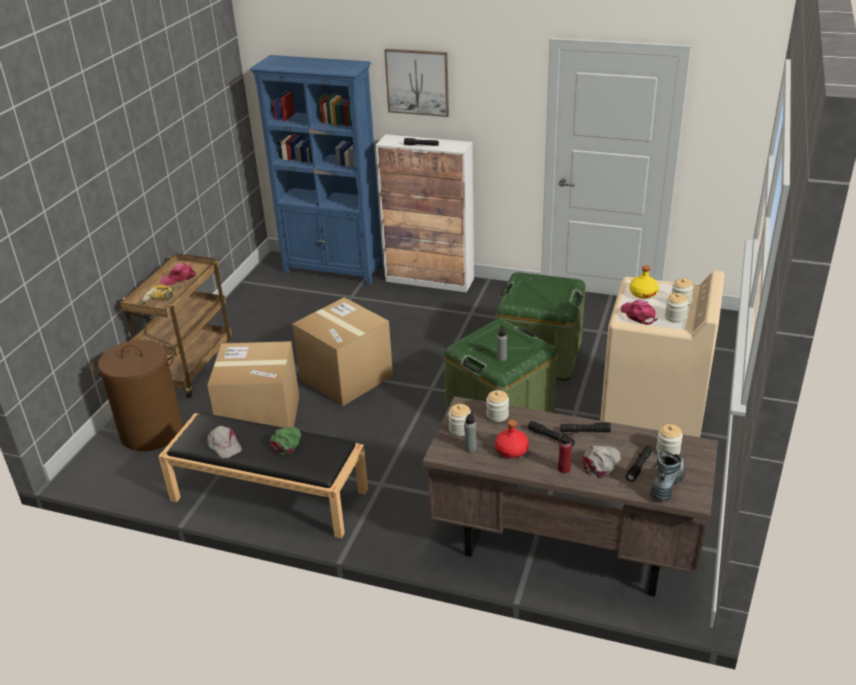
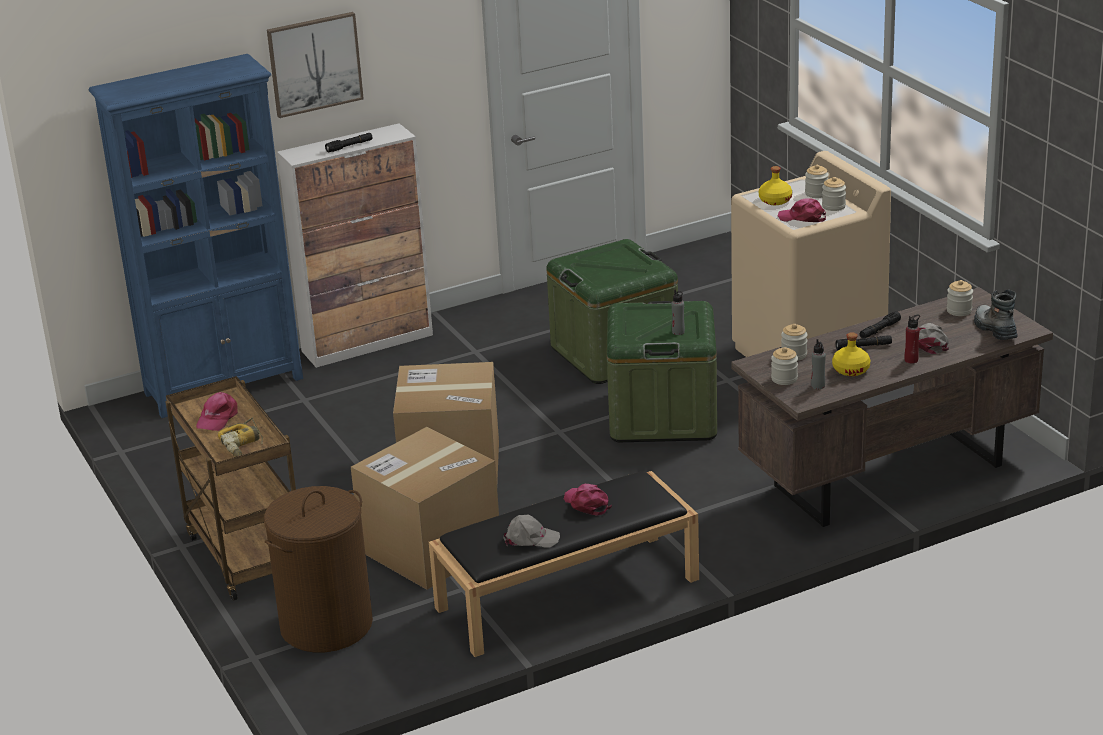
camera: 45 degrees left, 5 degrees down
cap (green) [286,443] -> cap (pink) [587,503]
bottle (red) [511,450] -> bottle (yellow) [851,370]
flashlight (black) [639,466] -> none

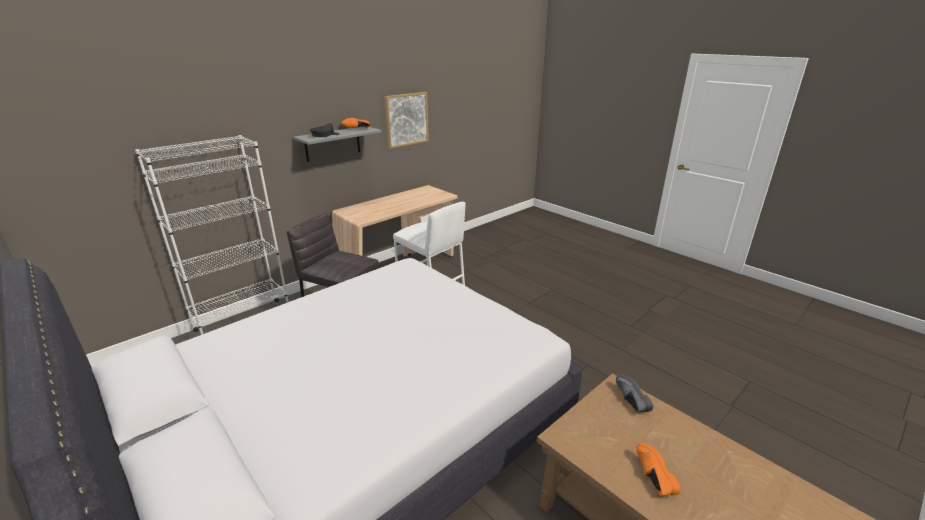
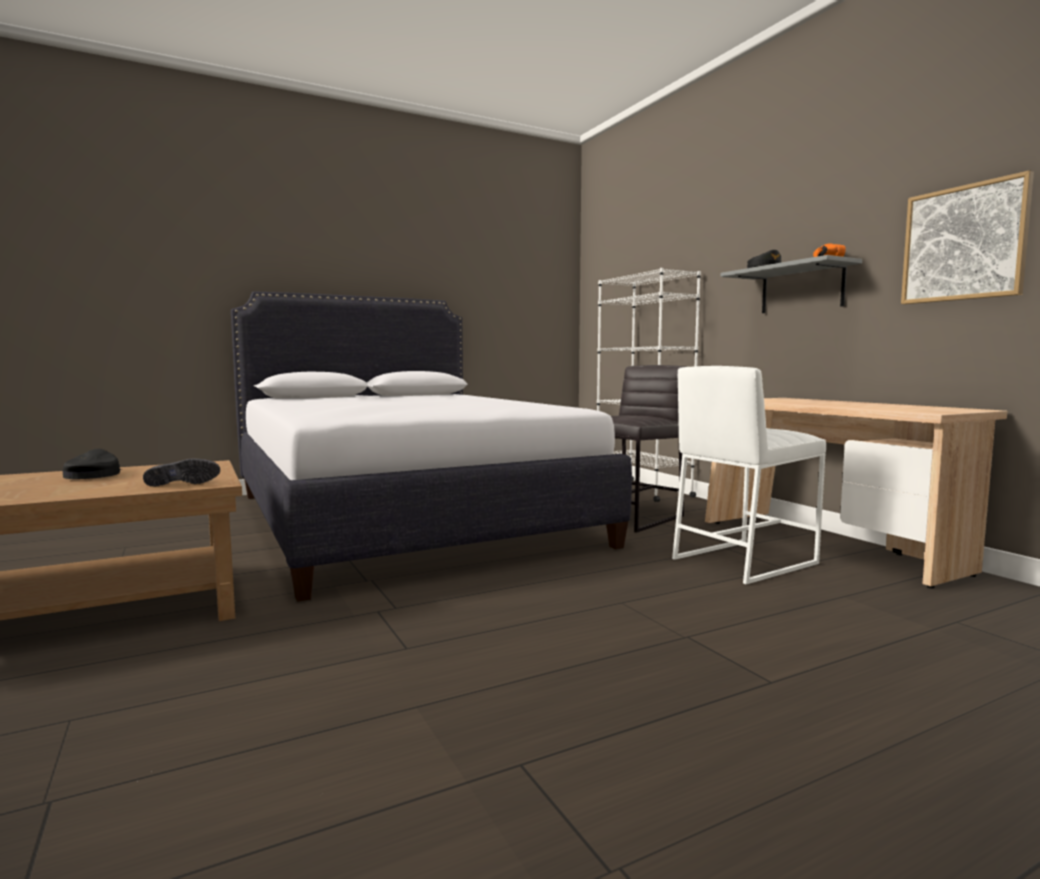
camera: 105 degrees right, 20 degrees down
shoe (orange) [651,477] -> cap (black) [93,475]

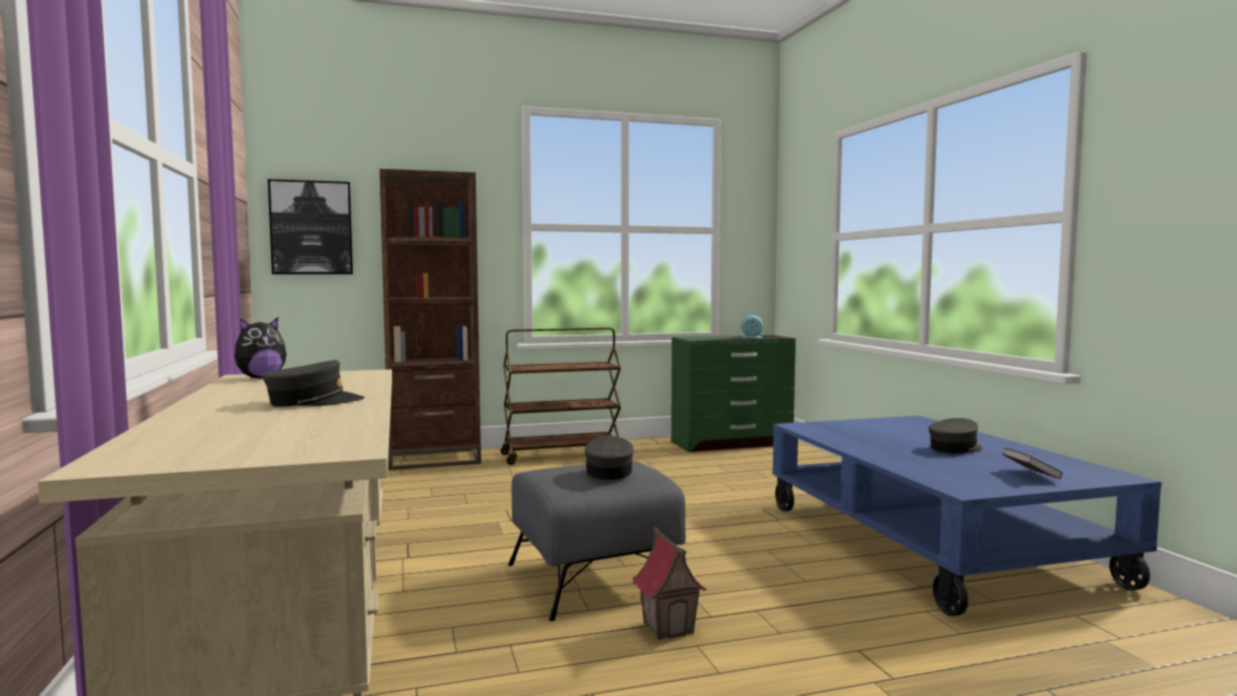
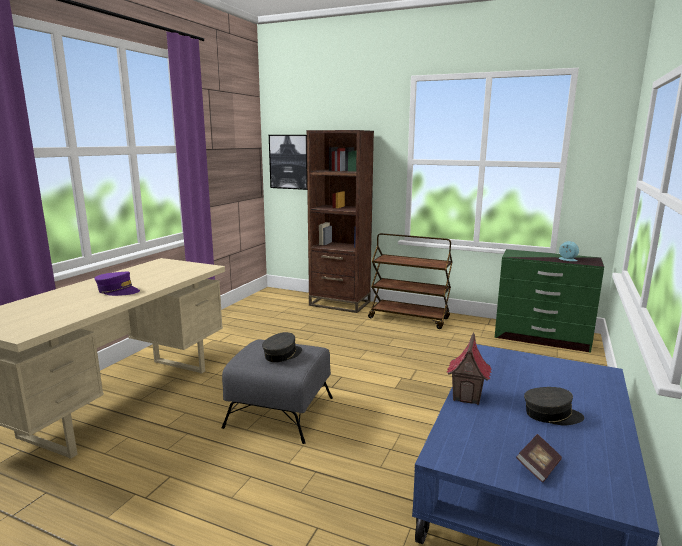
camera: 40 degrees right, 10 degrees up
plush toy [260,378] -> none
cap (grey) [313,402] -> cap (purple) [118,291]
toy house [669,628] -> toy house [467,396], relocated

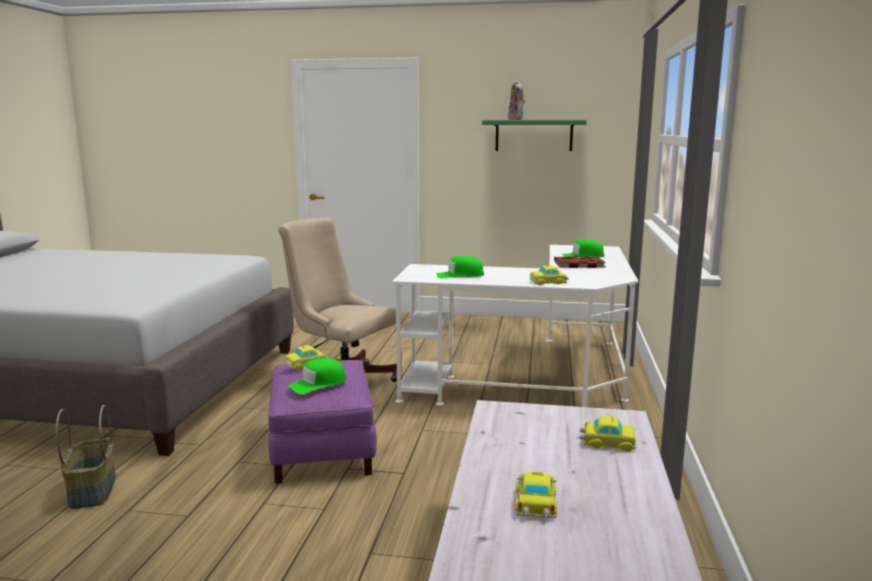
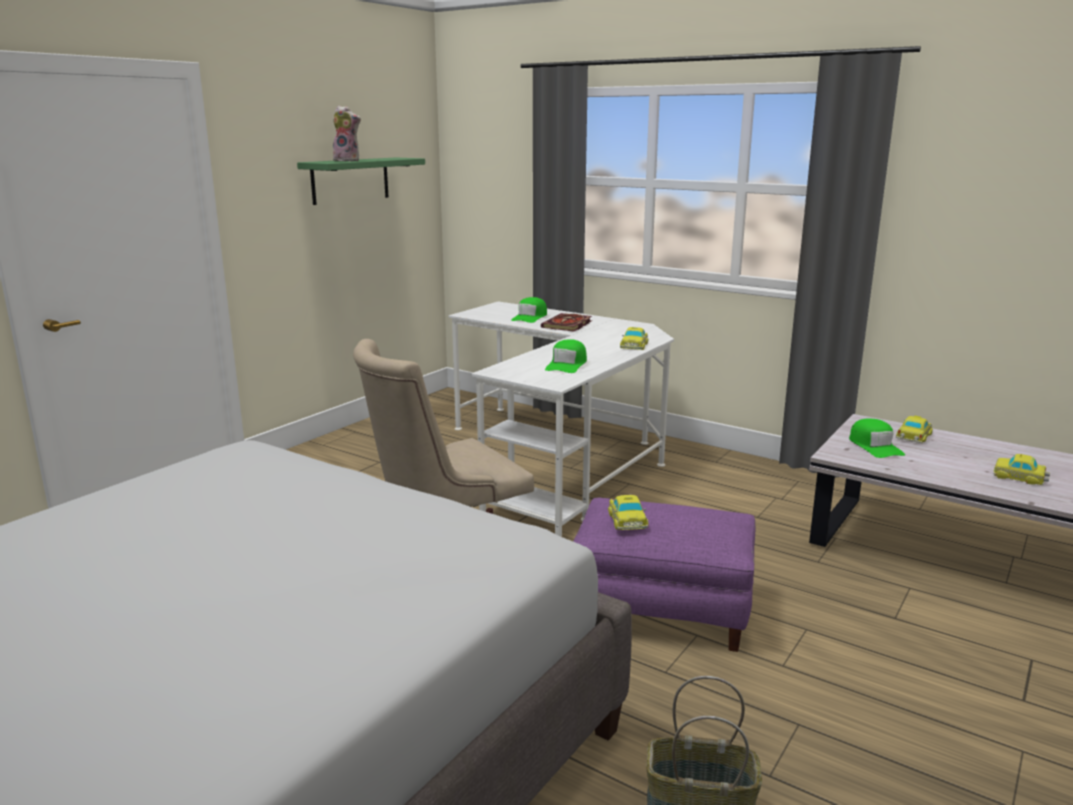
camera: 65 degrees left, 5 degrees up
cap (green) [318,384] -> cap (green) [874,446], relocated

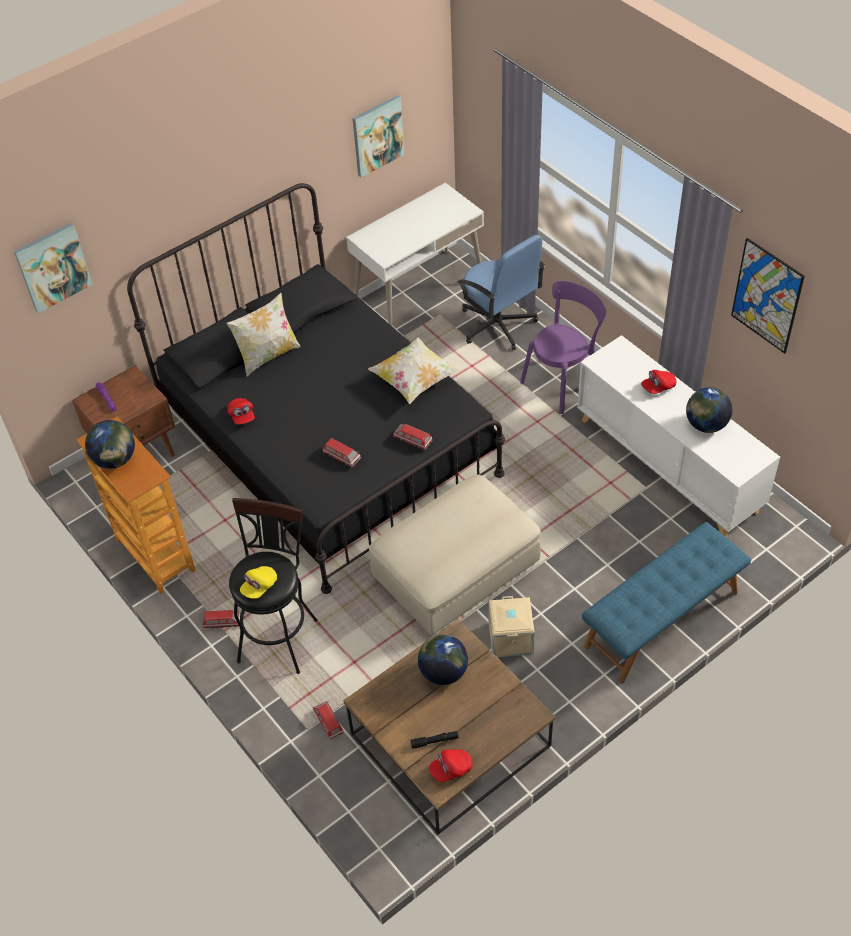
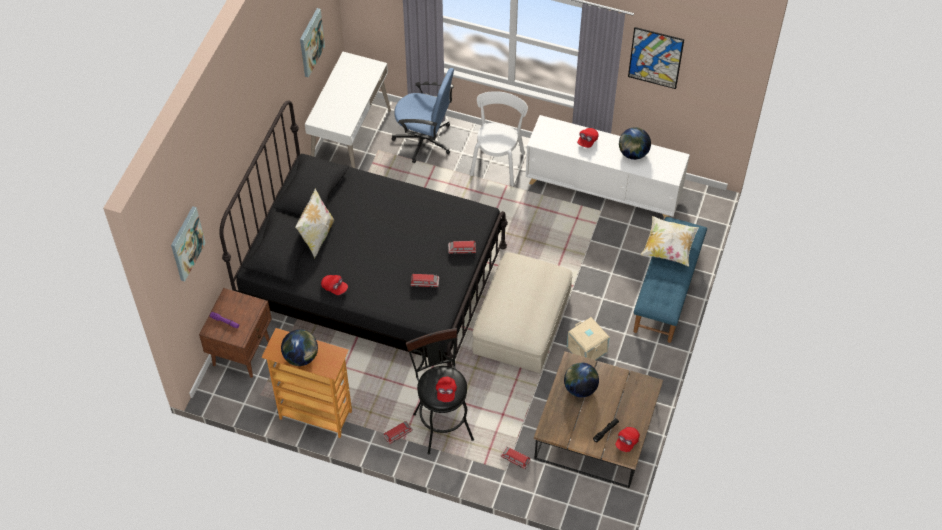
camera: 35 degrees left, 5 degrees up
cap (yellow) [259,587] -> cap (red) [446,392]
pillow [414,381] -> pillow [668,248], relocated
chair (purple) [563,381] -> chair (white) [498,161]

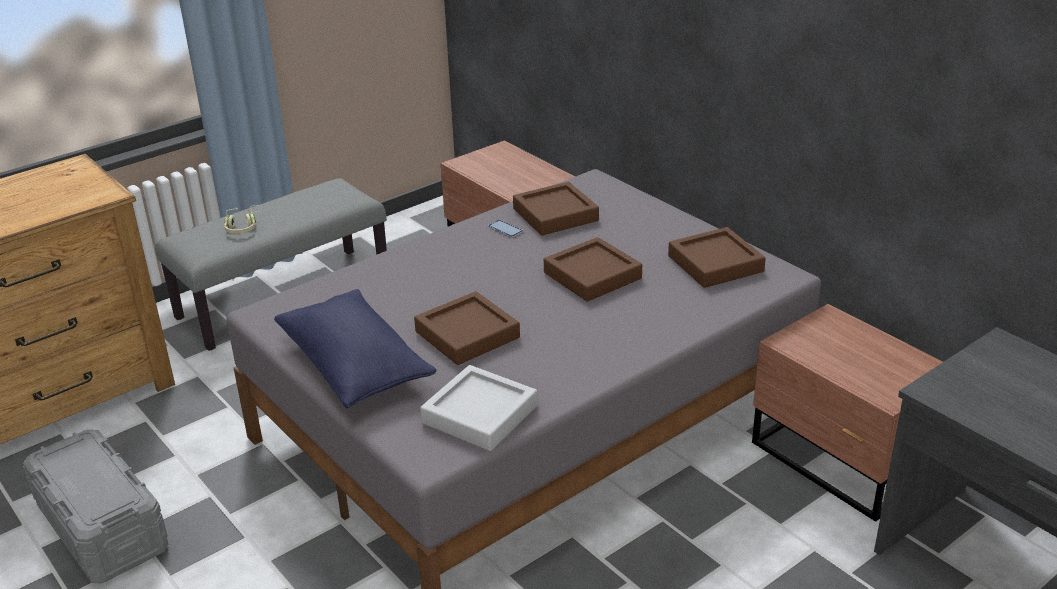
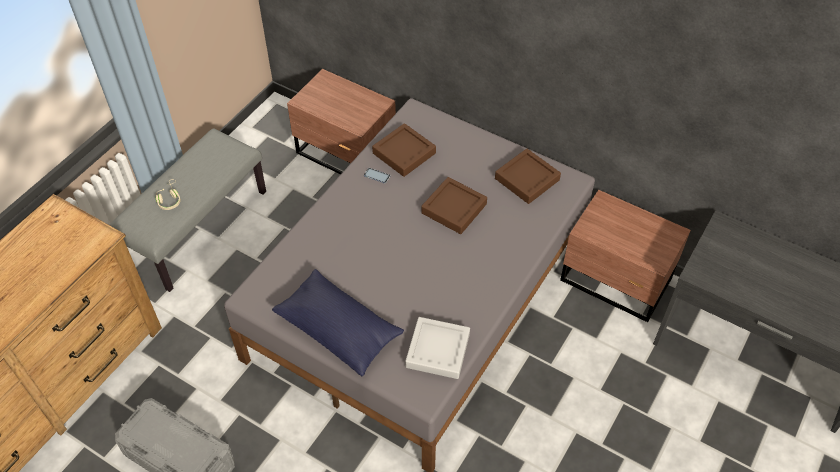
camera: 20 degrees left, 20 degrees up
tray (brown) [467,334] -> none

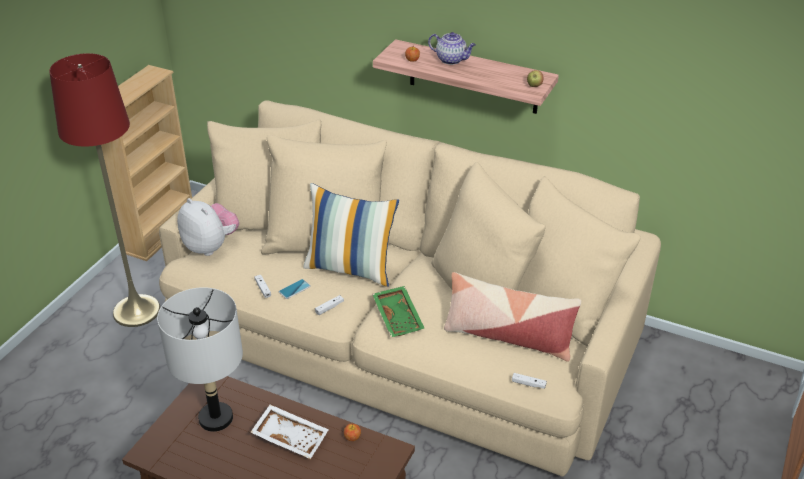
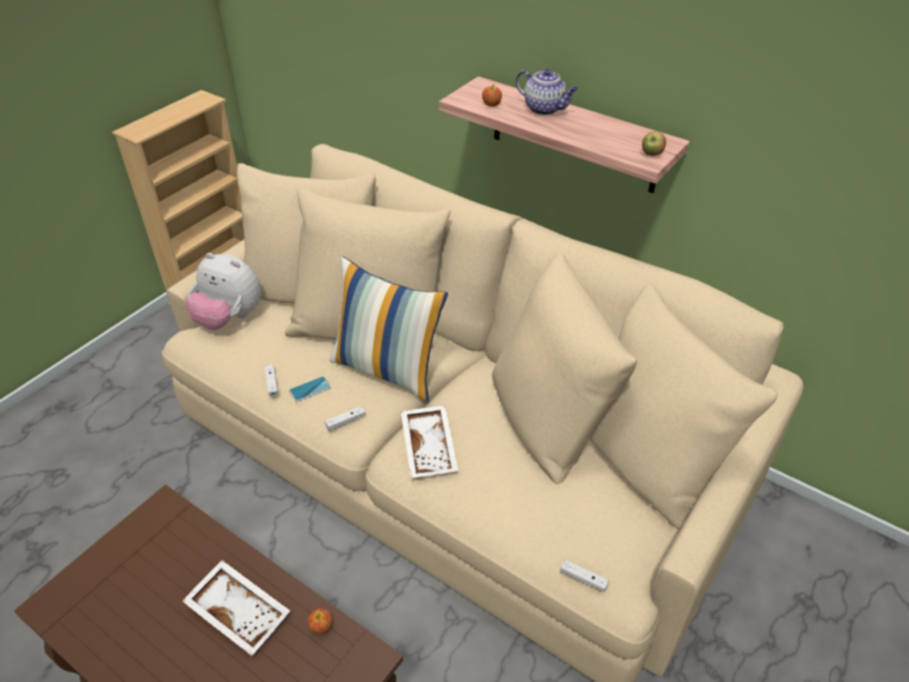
camera: 10 degrees right, 5 degrees up
floor lamp (red) [136,311] -> none
table lamp (grey) [216,418] -> none
plush toy [211,246] -> plush toy [229,318], 150 degrees clockwise
tray (green) [399,317] -> tray (white) [430,447]
pillow [508,336] -> none

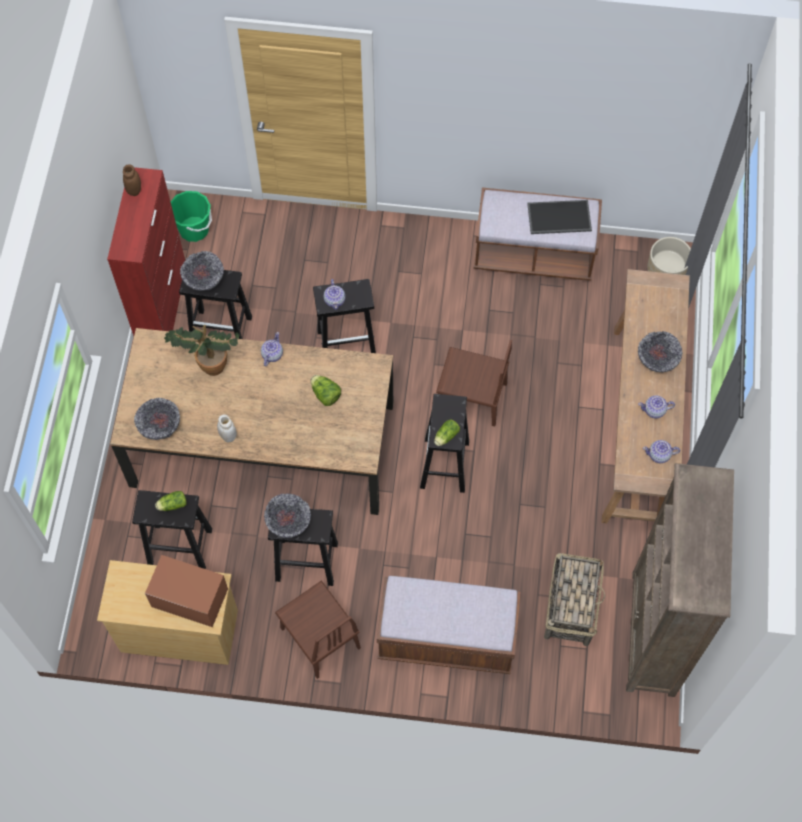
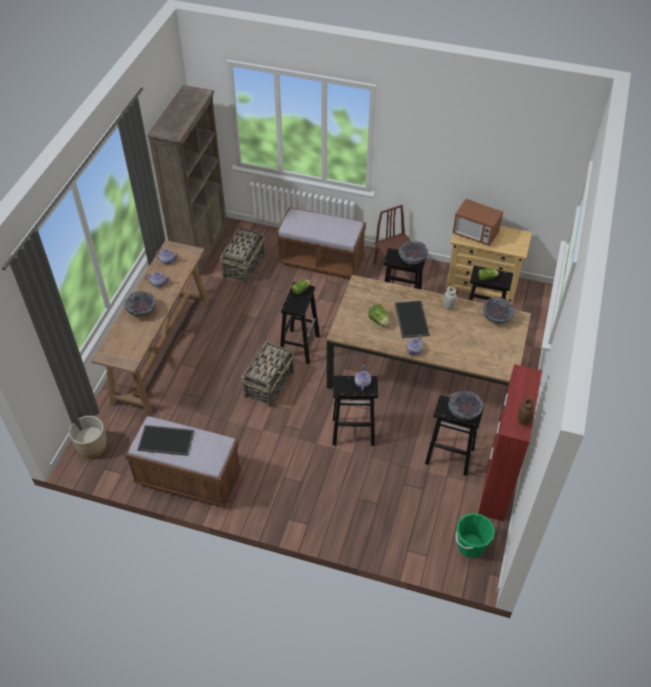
camera: 170 degrees left, 15 degrees down
potted plant [208,363] -> none
chair (brown) [471,397] -> basket [269,383]
none -> tray [410,319]

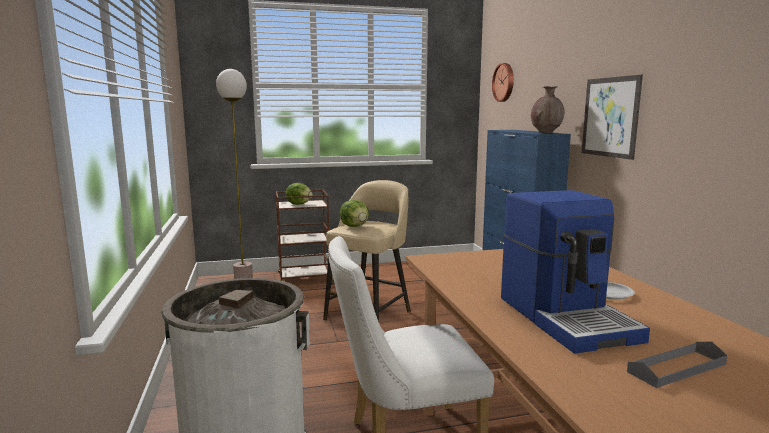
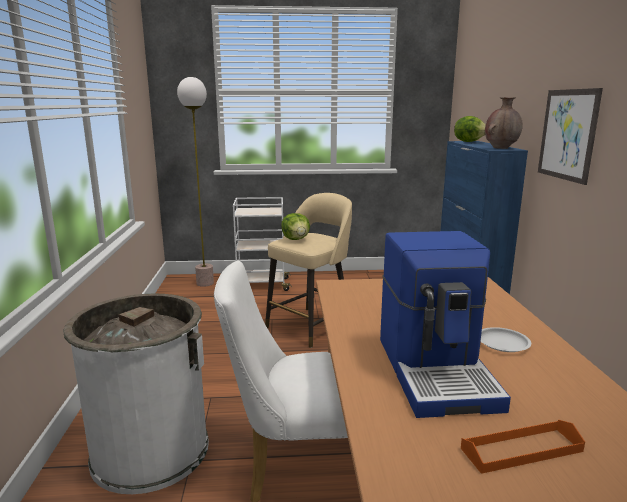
camera: 10 degrees right, 5 degrees up
cart (brown) [305,280] -> cart (white) [262,285]
lettuce [299,204] -> lettuce [469,141], relocated
wall clock [504,82] -> none
tray (grey) [677,368] -> tray (orange) [521,450]

